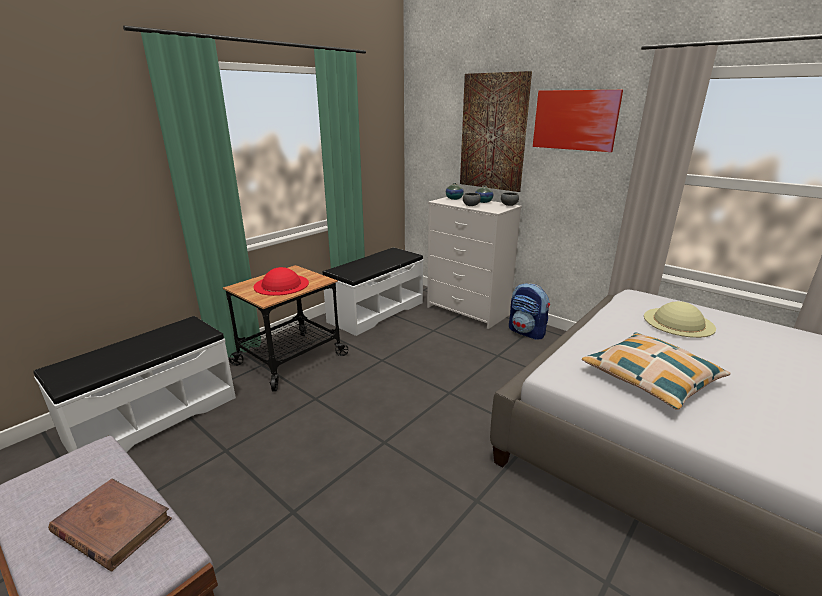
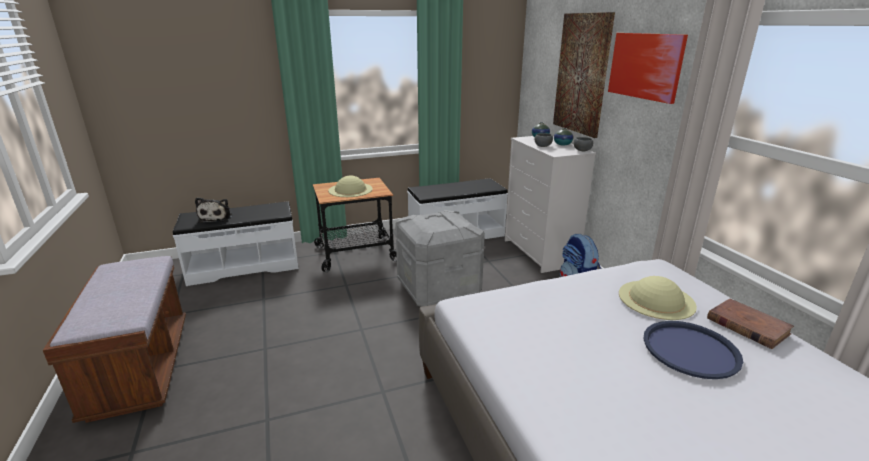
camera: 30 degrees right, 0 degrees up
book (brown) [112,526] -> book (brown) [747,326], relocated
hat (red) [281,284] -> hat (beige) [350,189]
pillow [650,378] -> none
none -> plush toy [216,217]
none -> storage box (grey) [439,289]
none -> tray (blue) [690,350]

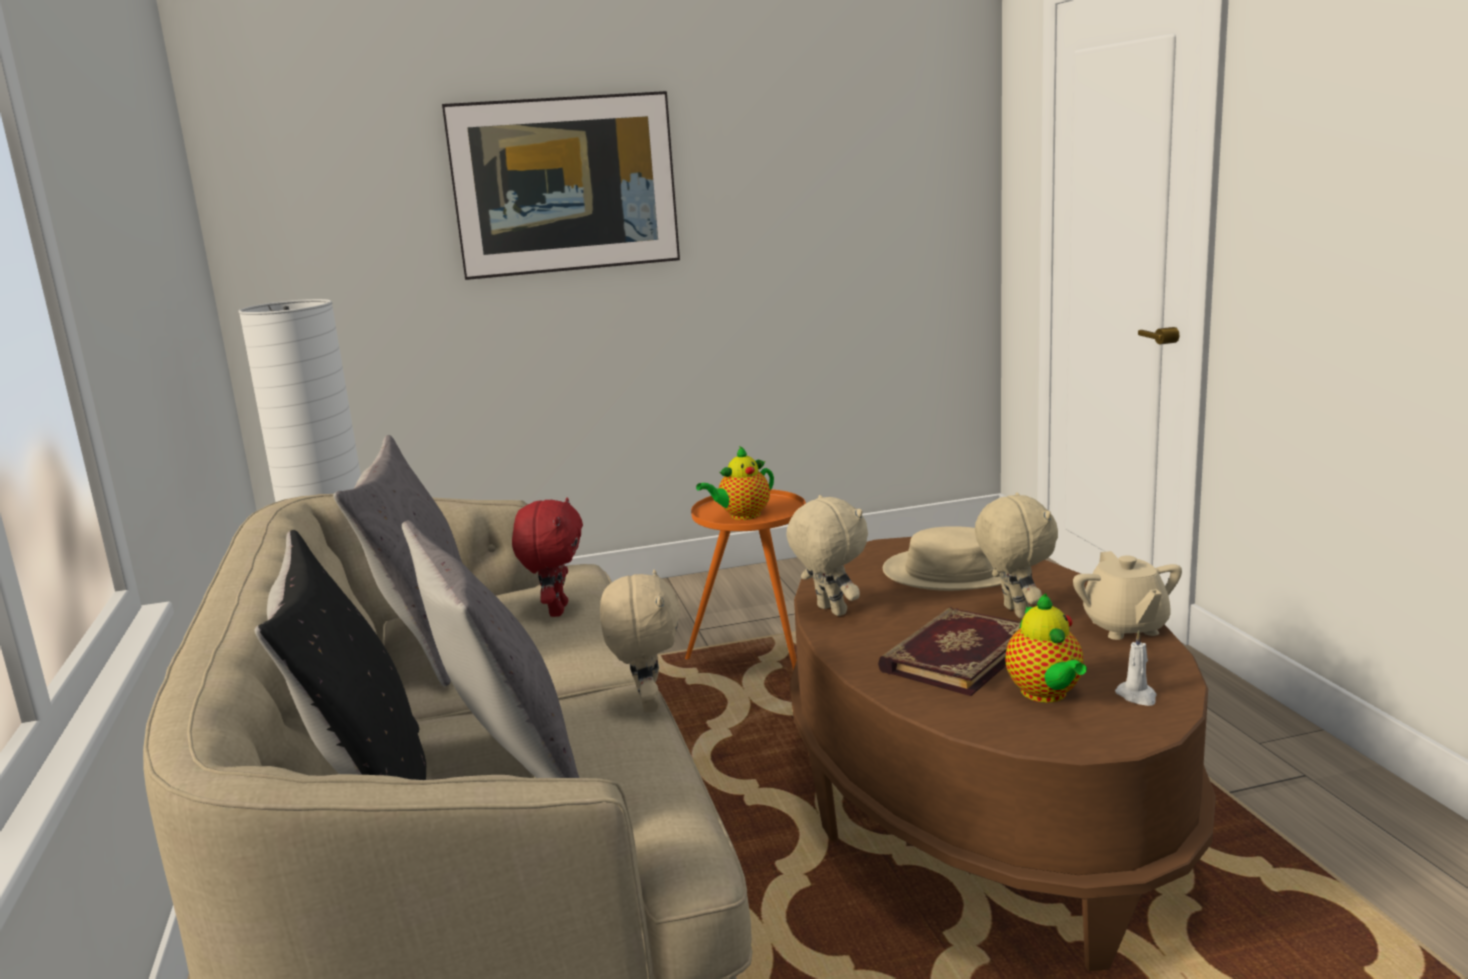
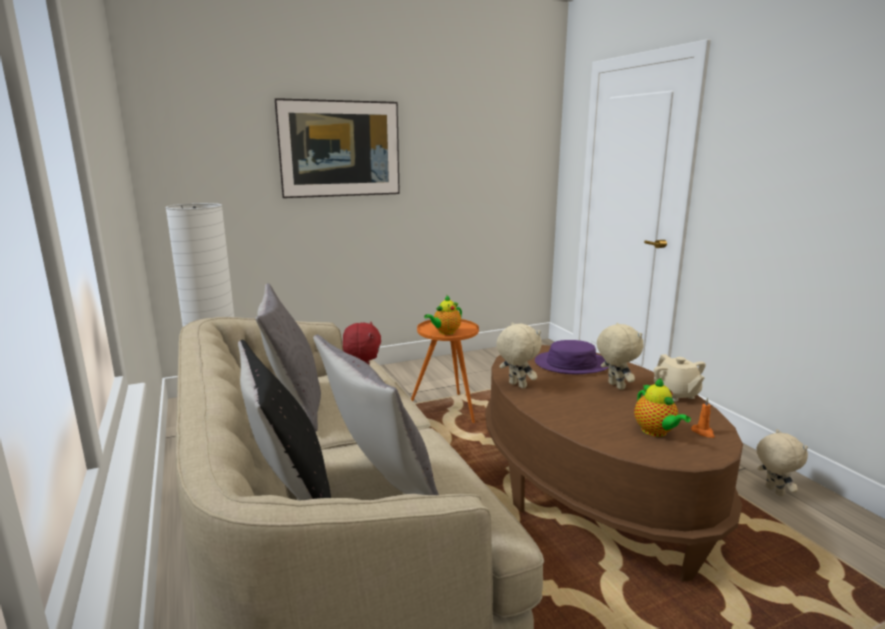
camera: 10 degrees left, 0 degrees up
plush toy (beige) [647,704] -> plush toy (beige) [773,491], relocated
book [955,655] -> none
hat (beige) [952,572] -> hat (purple) [571,364]
candle (white) [1137,696] -> candle (orange) [703,432]

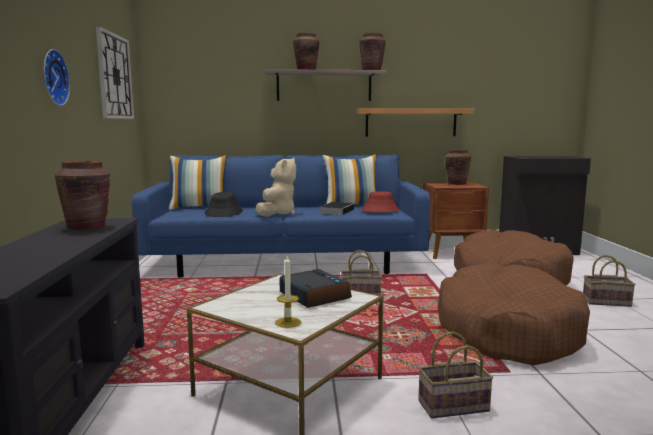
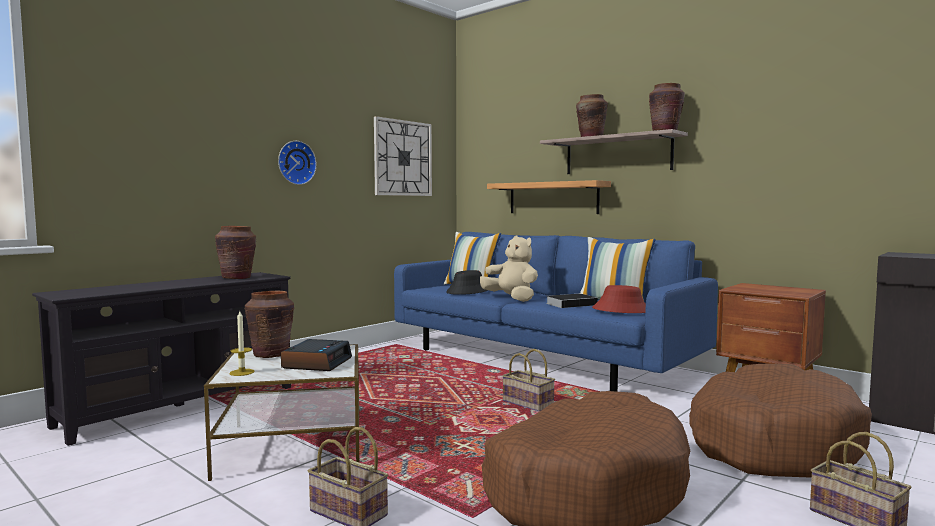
camera: 45 degrees right, 5 degrees down
plush toy (beige) [277,214] -> plush toy (beige) [511,299], 105 degrees counterclockwise
shelf [411,122] -> shelf [553,198], relocated
vase (brown) [456,184] -> vase (brown) [271,354], relocated

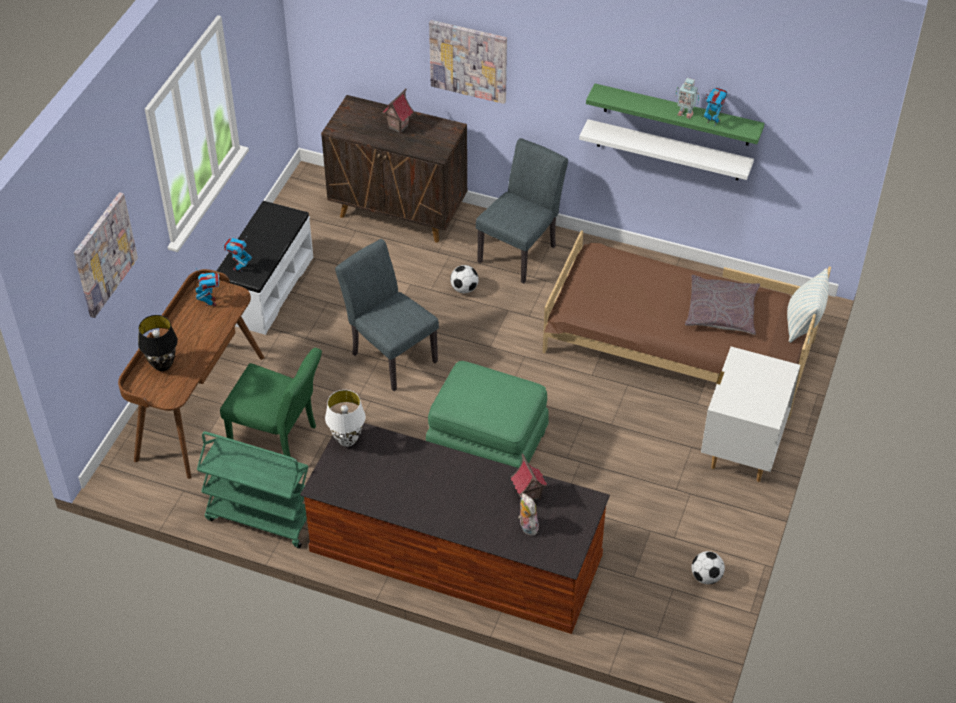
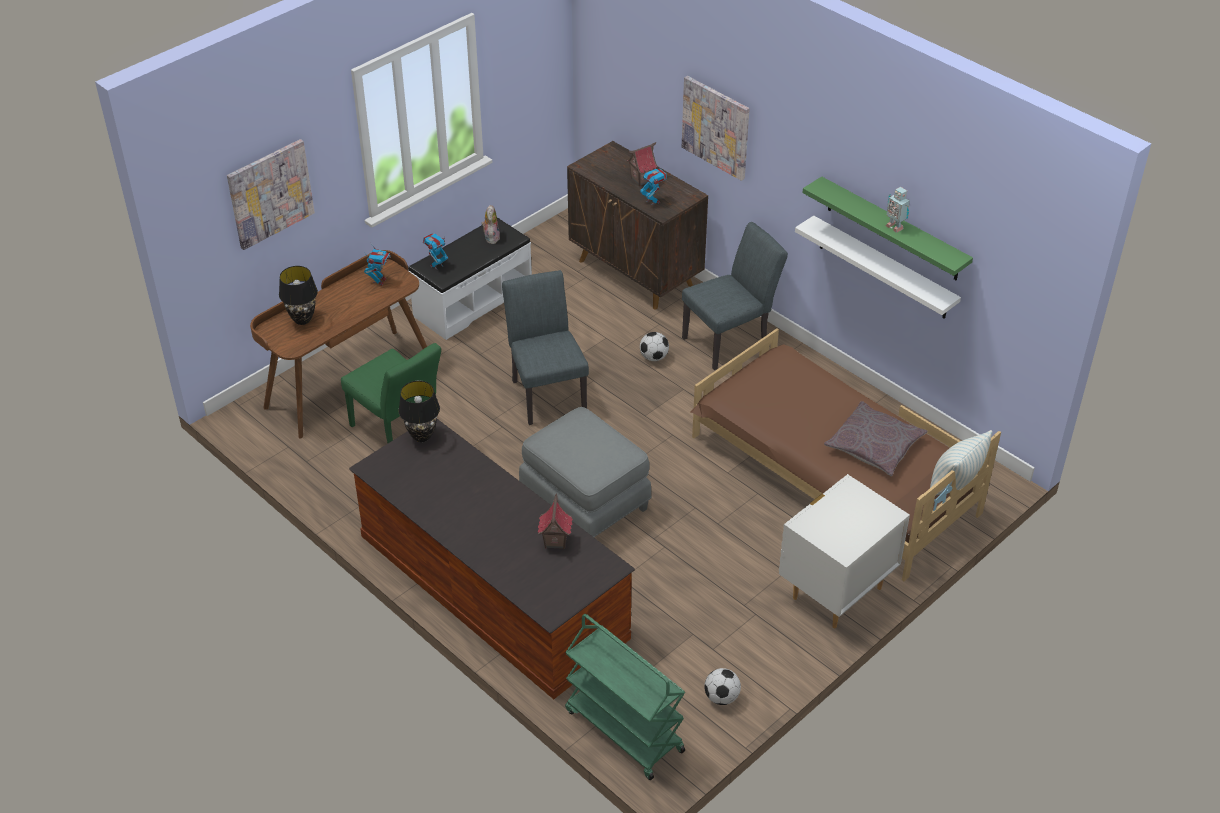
camera: 25 degrees right, 5 degrees down
cart (green) [260,518] -> cart (green) [623,730], relocated
table lamp (white) [347,440] -> table lamp (black) [421,436]
ottoman (green) [487,444] -> ottoman (grey) [586,500]
plush toy [527,526] -> plush toy [491,237], relocated
toy robot [713,121] -> toy robot [653,201], relocated

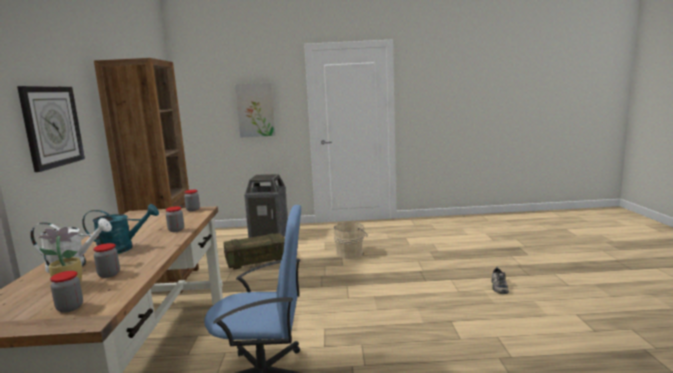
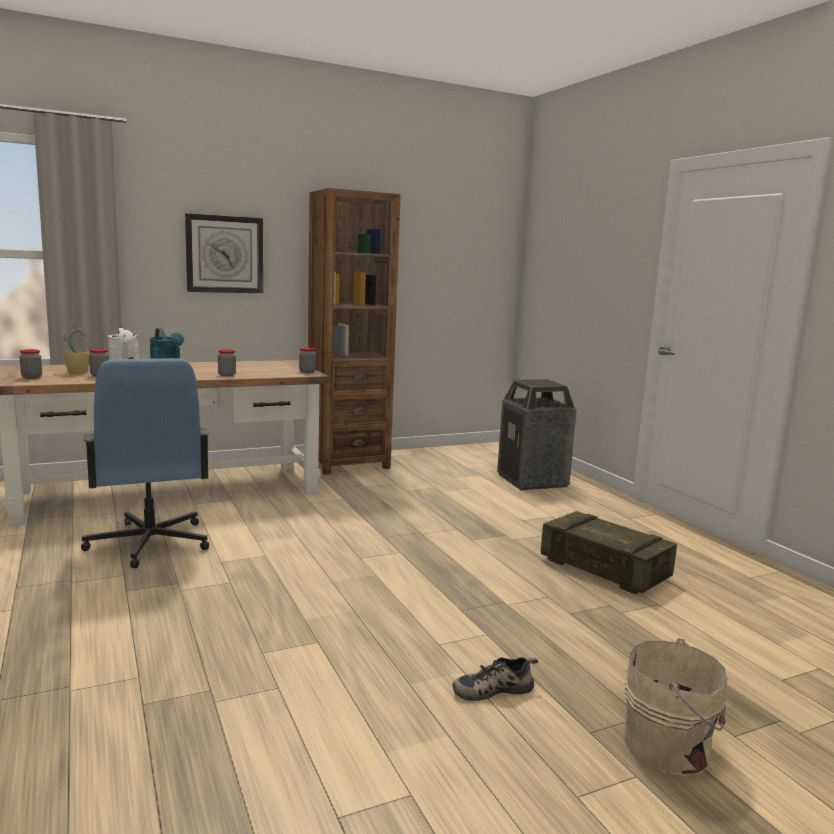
camera: 65 degrees right, 0 degrees up
crate [256,260] -> crate [604,569], relocated
picture [255,110] -> none
bucket (beige) [351,253] -> bucket (beige) [671,746], relocated

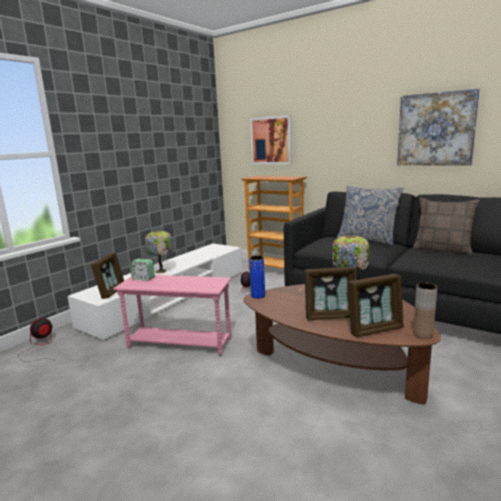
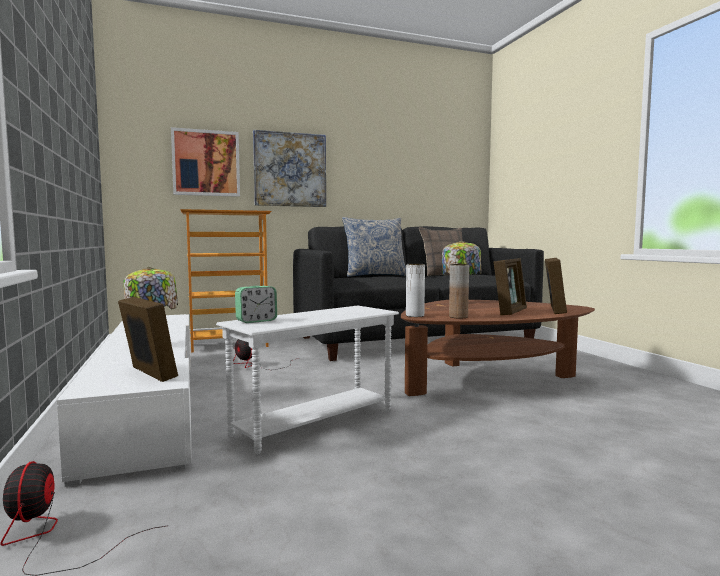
camera: 55 degrees left, 10 degrees down
side table (pink) [179,343] -> side table (white) [314,422]
vase (blue) [258,296] -> vase (white) [415,315]
picture [435,129] -> picture [290,170], relocated
vase (brown) [422,334] -> vase (brown) [458,317], relocated

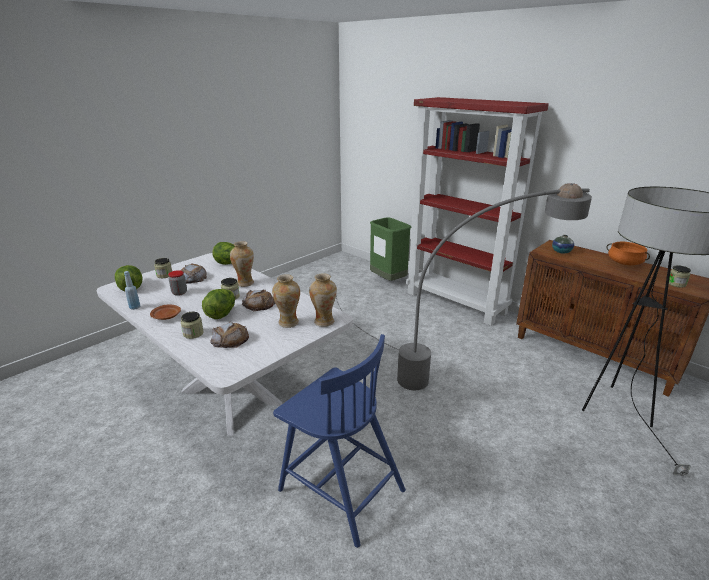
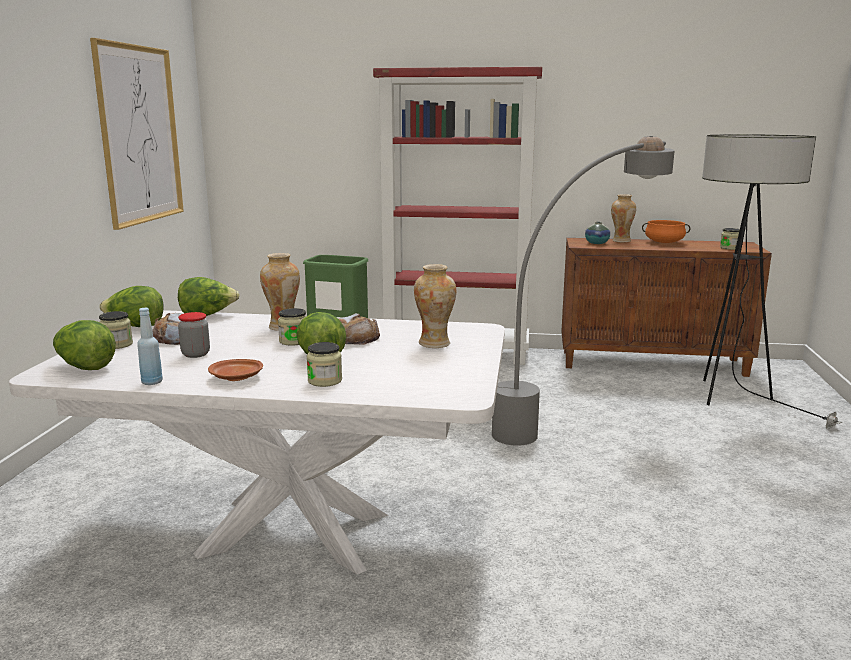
camera: 35 degrees left, 10 degrees down
bread [230,339] -> none
chair (blue) [340,488] -> none
vase [324,322] -> vase [621,241], relocated
none -> picture [140,135]
none -> lettuce [135,326]

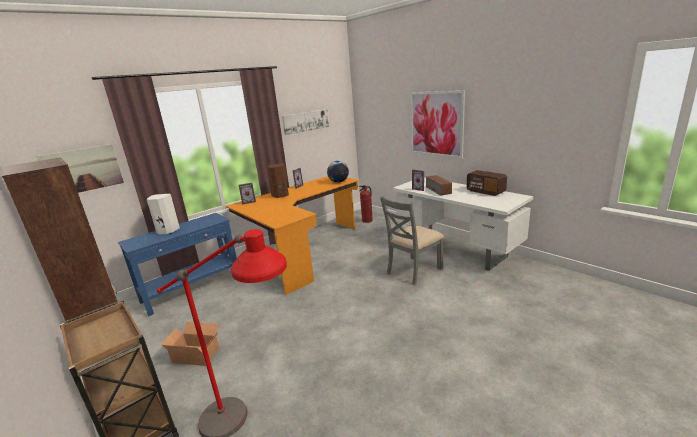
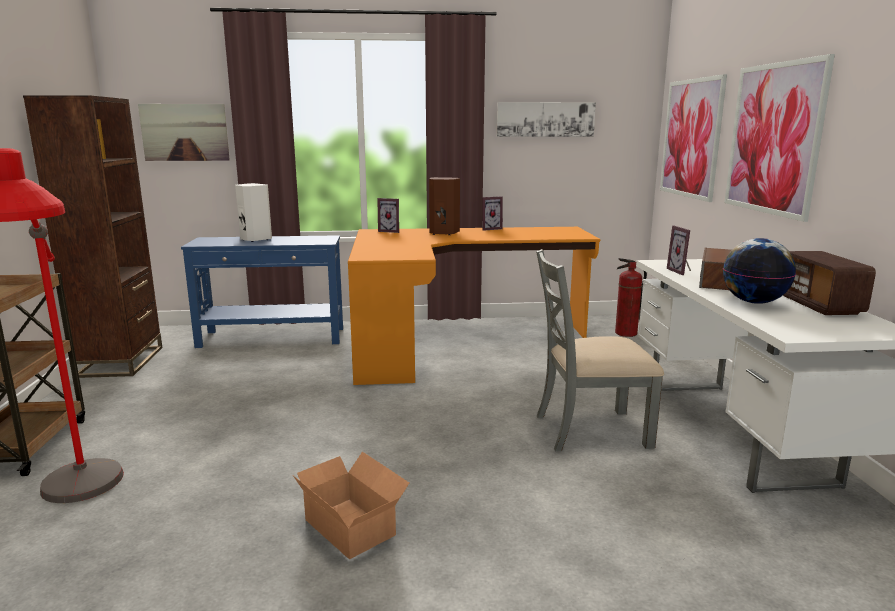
camera: 35 degrees right, 5 degrees down
cardboard box [196,354] -> cardboard box [351,525], relocated
globe [338,182] -> globe [754,302], relocated
none -> picture [691,138]

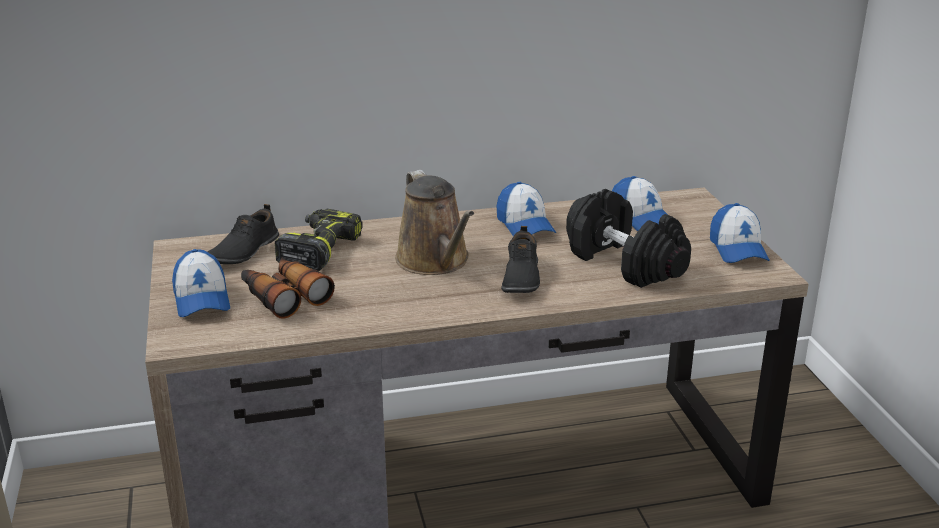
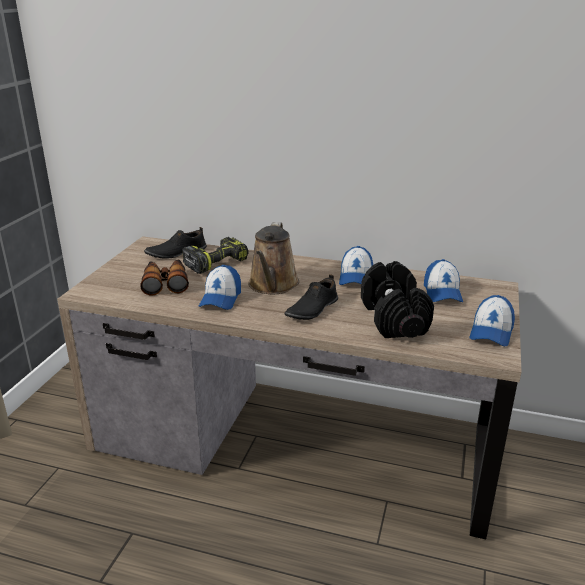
camera: 30 degrees right, 0 degrees up
cap [201,299] -> cap [221,298], relocated

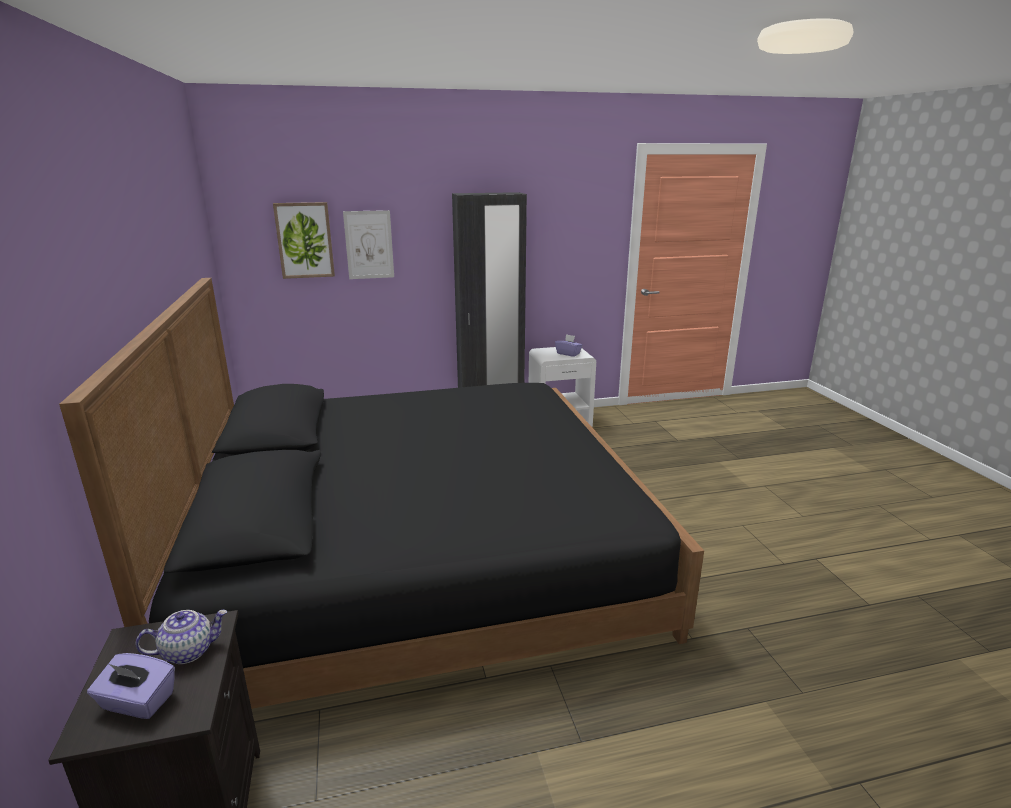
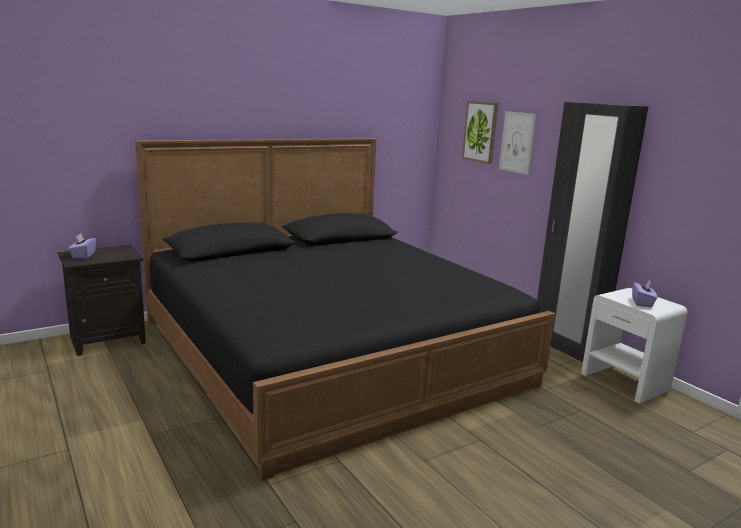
camera: 70 degrees right, 5 degrees down
teapot [189,651] -> none

